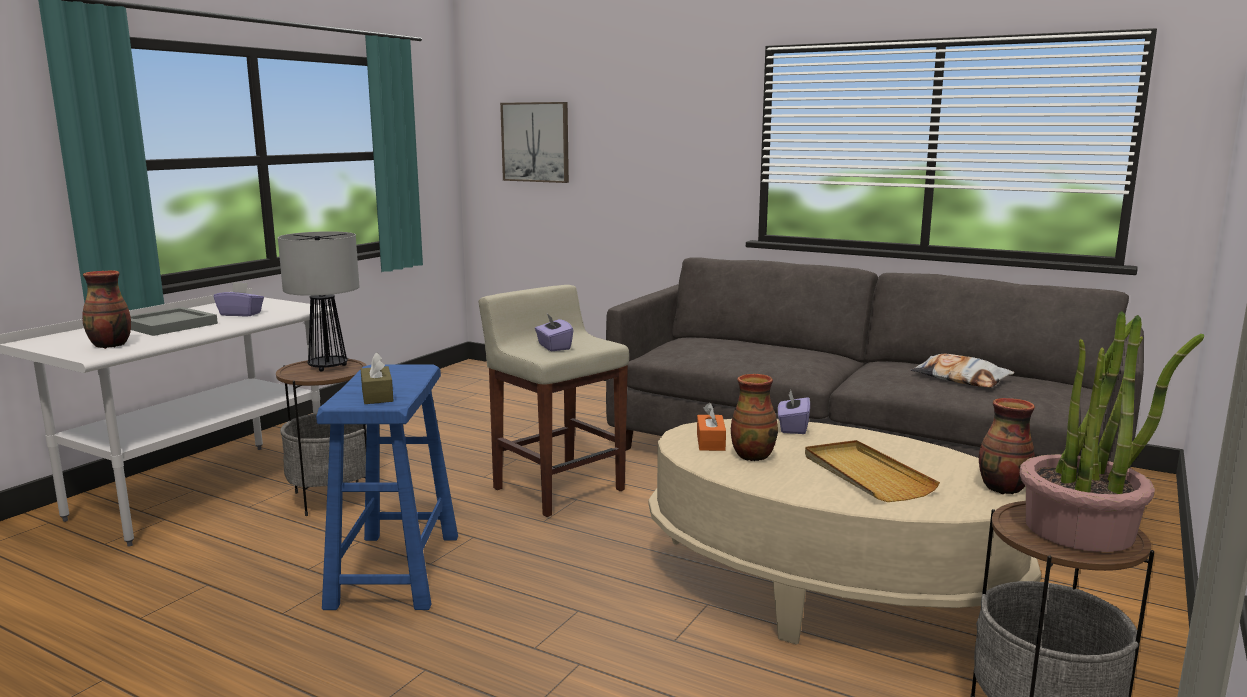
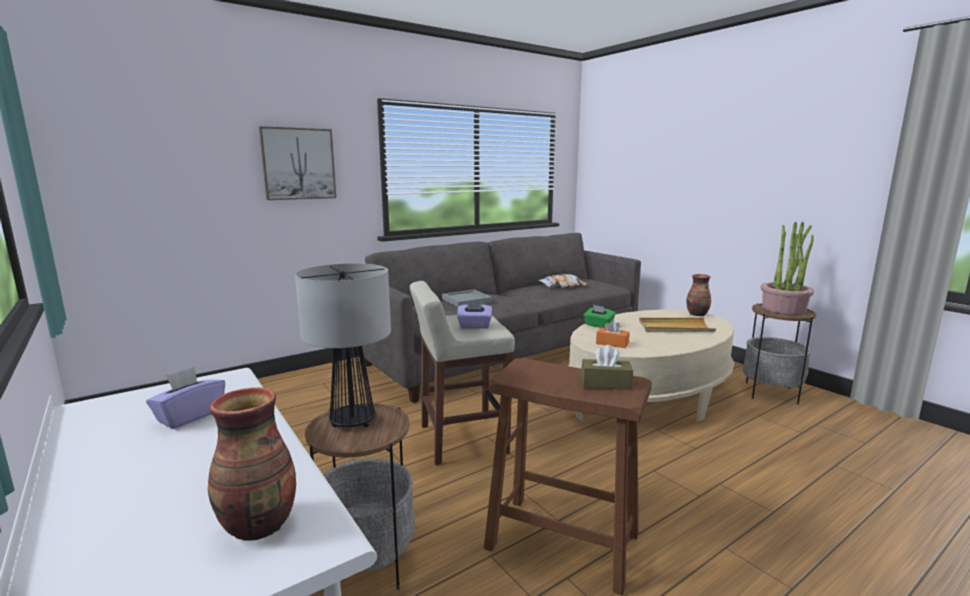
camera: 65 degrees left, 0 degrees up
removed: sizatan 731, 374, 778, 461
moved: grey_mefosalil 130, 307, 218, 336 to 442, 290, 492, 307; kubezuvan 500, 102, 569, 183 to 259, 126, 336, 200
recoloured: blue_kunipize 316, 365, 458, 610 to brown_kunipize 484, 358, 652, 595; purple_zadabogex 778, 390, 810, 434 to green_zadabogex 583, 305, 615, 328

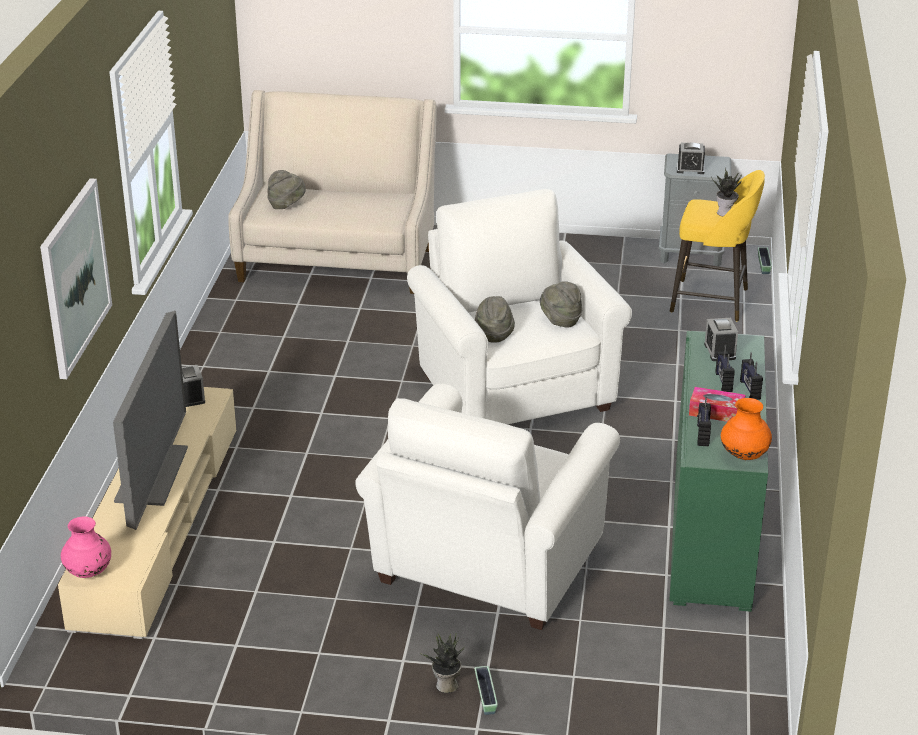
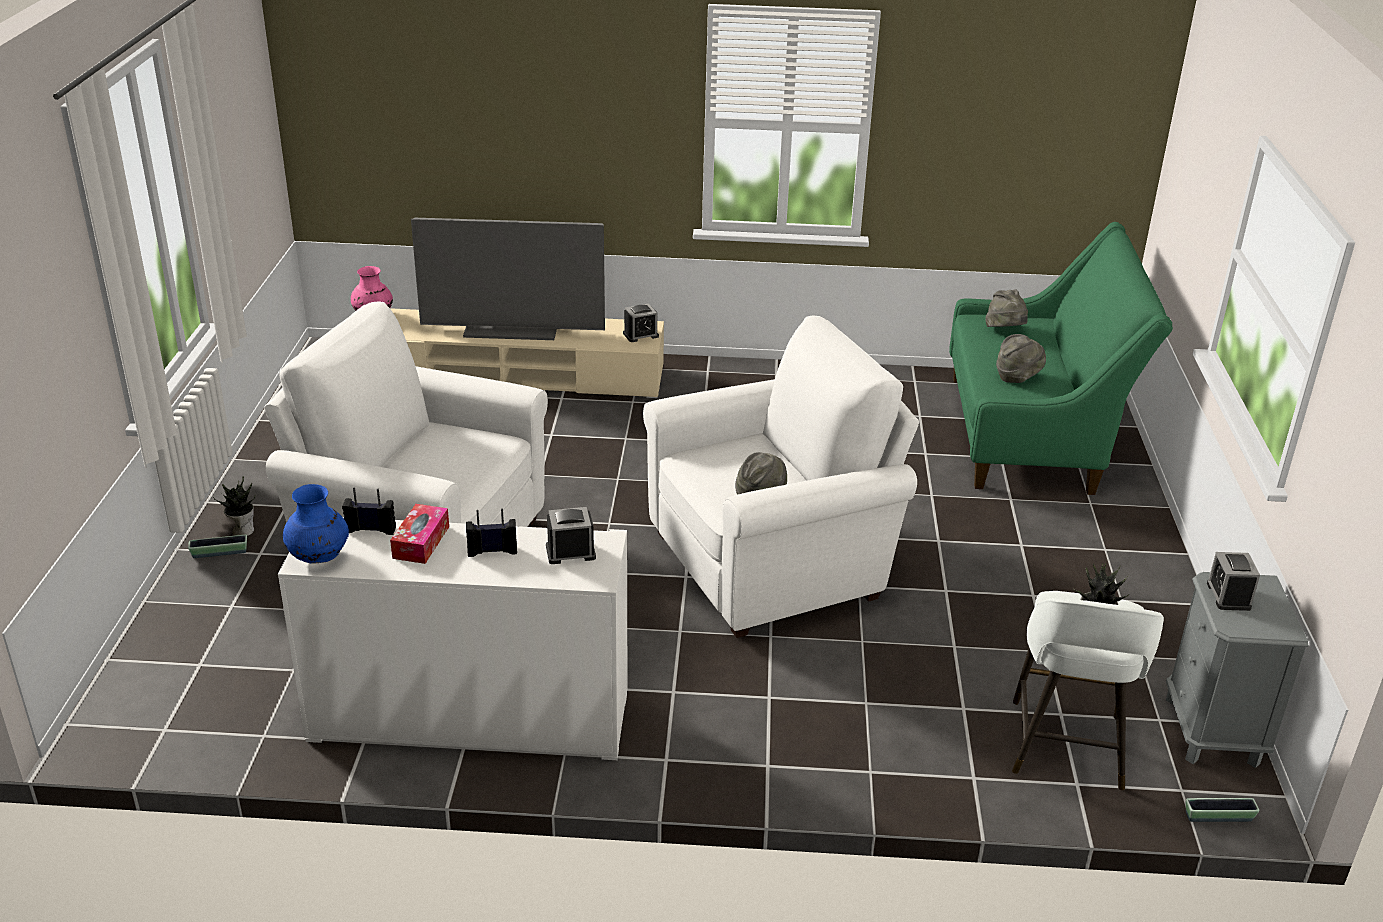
camera: 85 degrees right, 0 degrees up
removed: kubezuvan 40, 178, 112, 379; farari 740, 352, 763, 400
moved: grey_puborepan 475, 296, 515, 343 to 996, 334, 1046, 383
recoloured: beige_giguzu 228, 90, 437, 294 to green_giguzu 949, 222, 1173, 495; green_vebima 669, 331, 768, 612 to white_vebima 278, 517, 627, 760; yellow_kunipize 670, 170, 765, 321 to white_kunipize 1012, 591, 1164, 790; orange_sizatan 721, 398, 772, 460 to blue_sizatan 283, 484, 349, 564

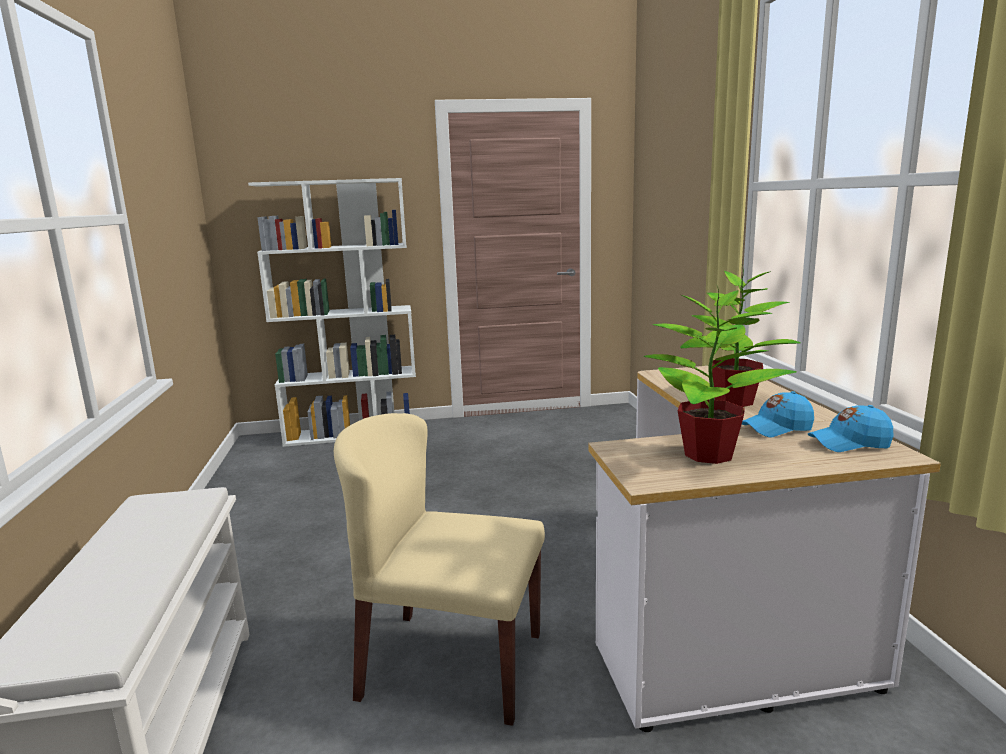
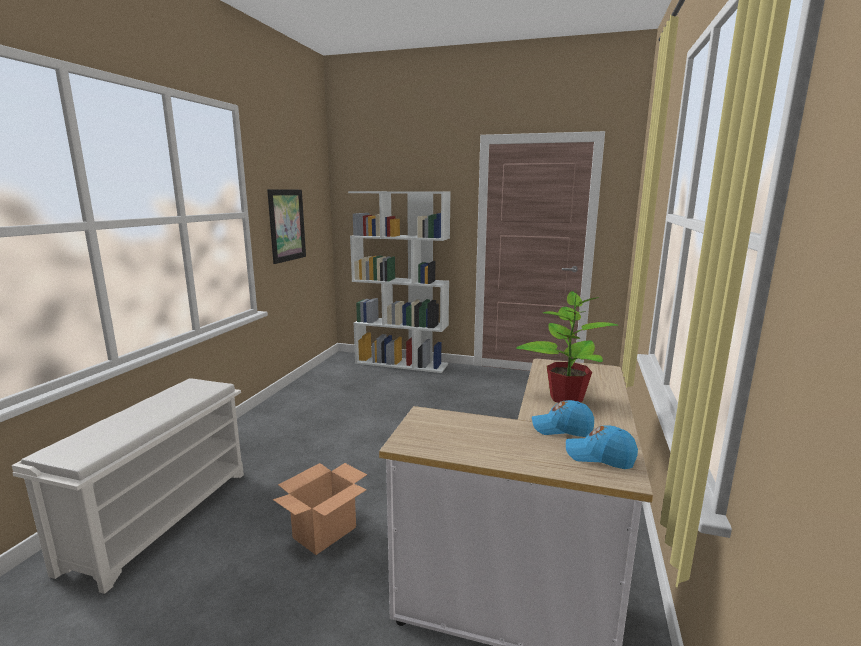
camera: 25 degrees right, 0 degrees up
removed: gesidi 643, 286, 797, 464
added: kubezuvan 267, 189, 306, 264
replaced: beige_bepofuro 334, 413, 545, 726 to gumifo 273, 463, 367, 555

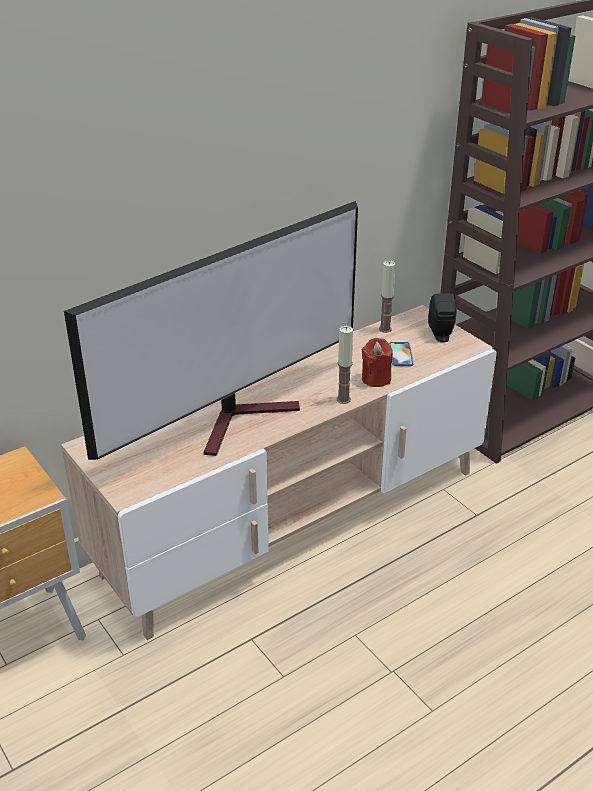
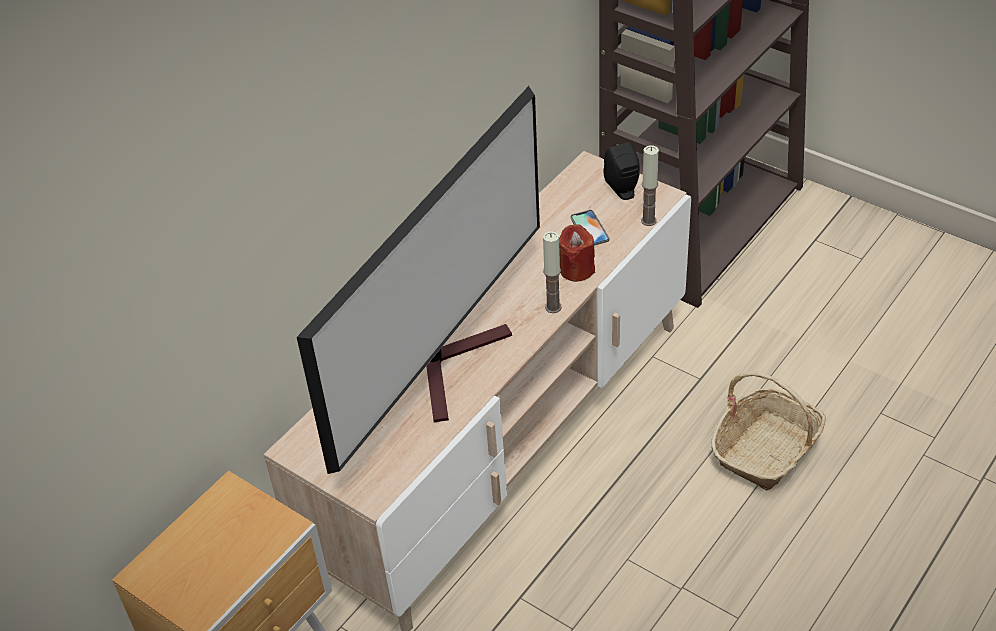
camera: 15 degrees left, 10 degrees up
added: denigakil 711, 371, 826, 490
moved: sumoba 379, 261, 396, 333 to 641, 145, 659, 226

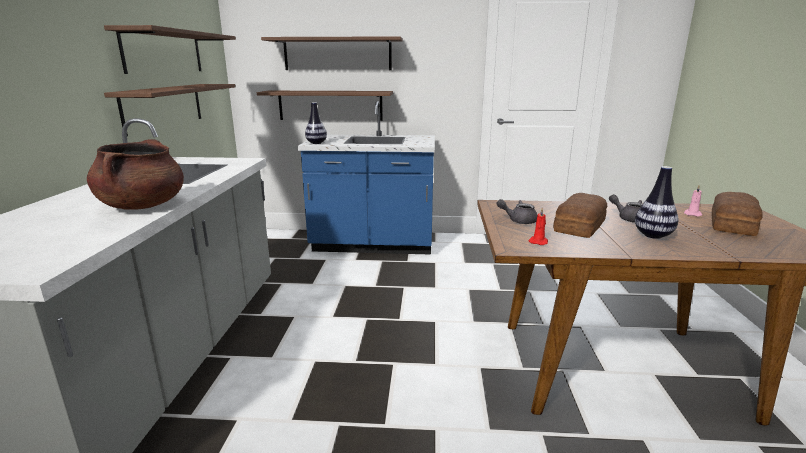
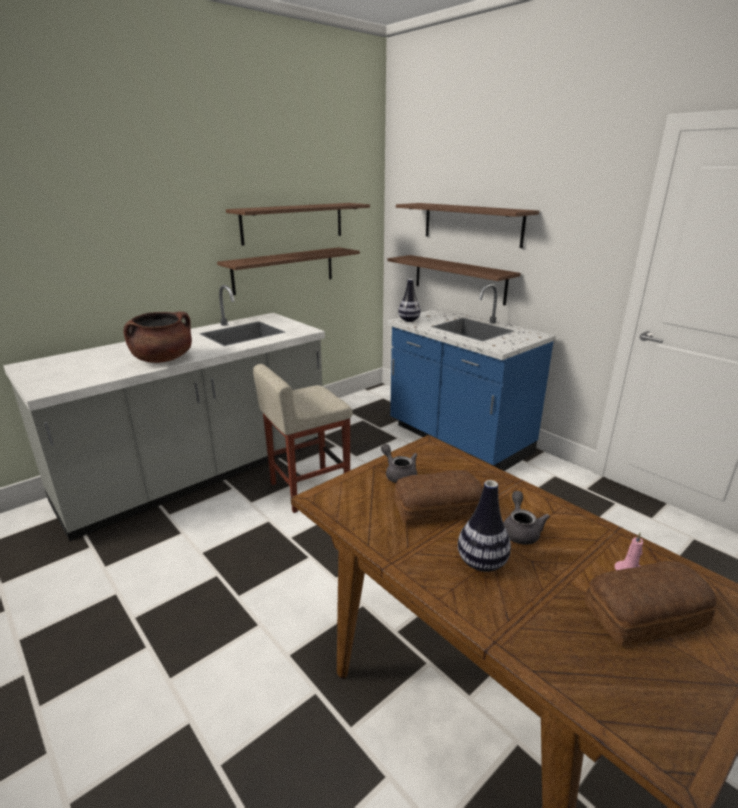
camera: 45 degrees right, 5 degrees up
removed: red_sumoba 529, 207, 548, 245
added: beige_kunipize 253, 364, 353, 513

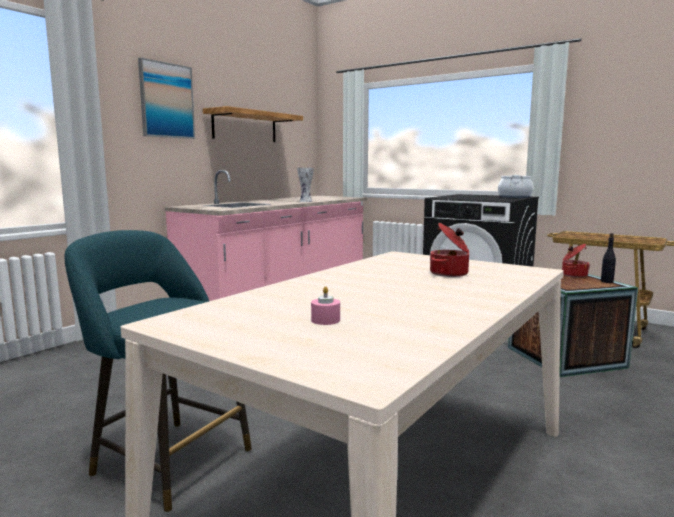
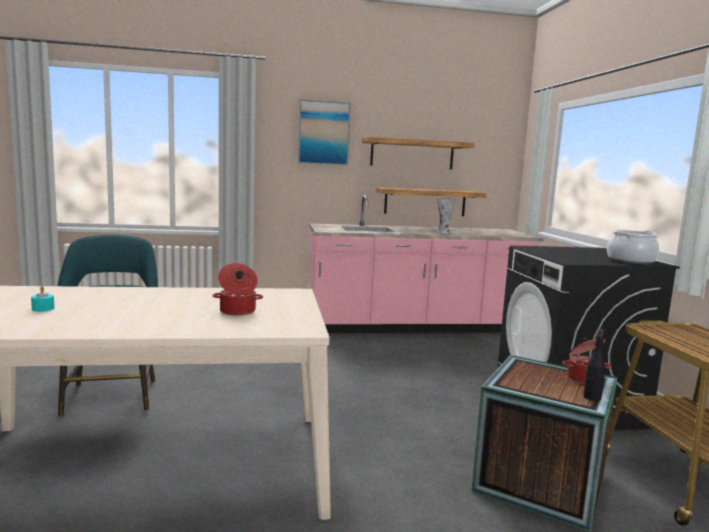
camera: 45 degrees right, 0 degrees up
added: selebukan 376, 187, 487, 216
recoloured: pink_sumoba 311, 286, 340, 325 to turquoise_sumoba 31, 286, 54, 312

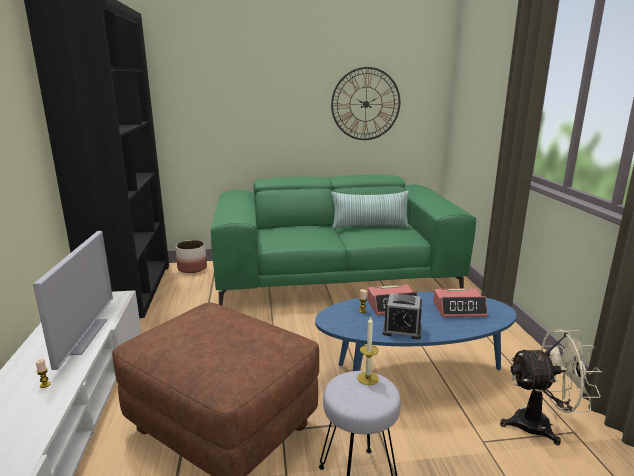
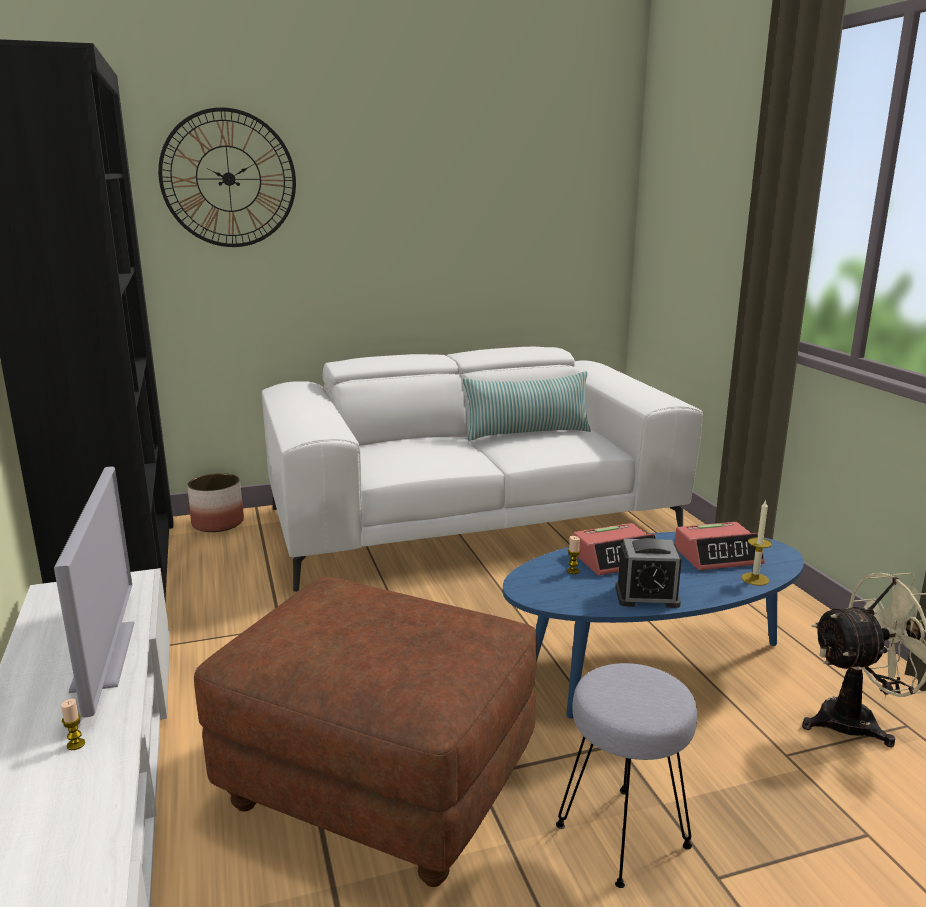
camera: 10 degrees left, 0 degrees up
moved: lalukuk 331, 67, 400, 140 to 158, 107, 296, 247; sumoba 357, 317, 379, 385 to 741, 500, 772, 586
recoloured: green_giguzu 211, 175, 476, 306 to white_giguzu 262, 347, 703, 592

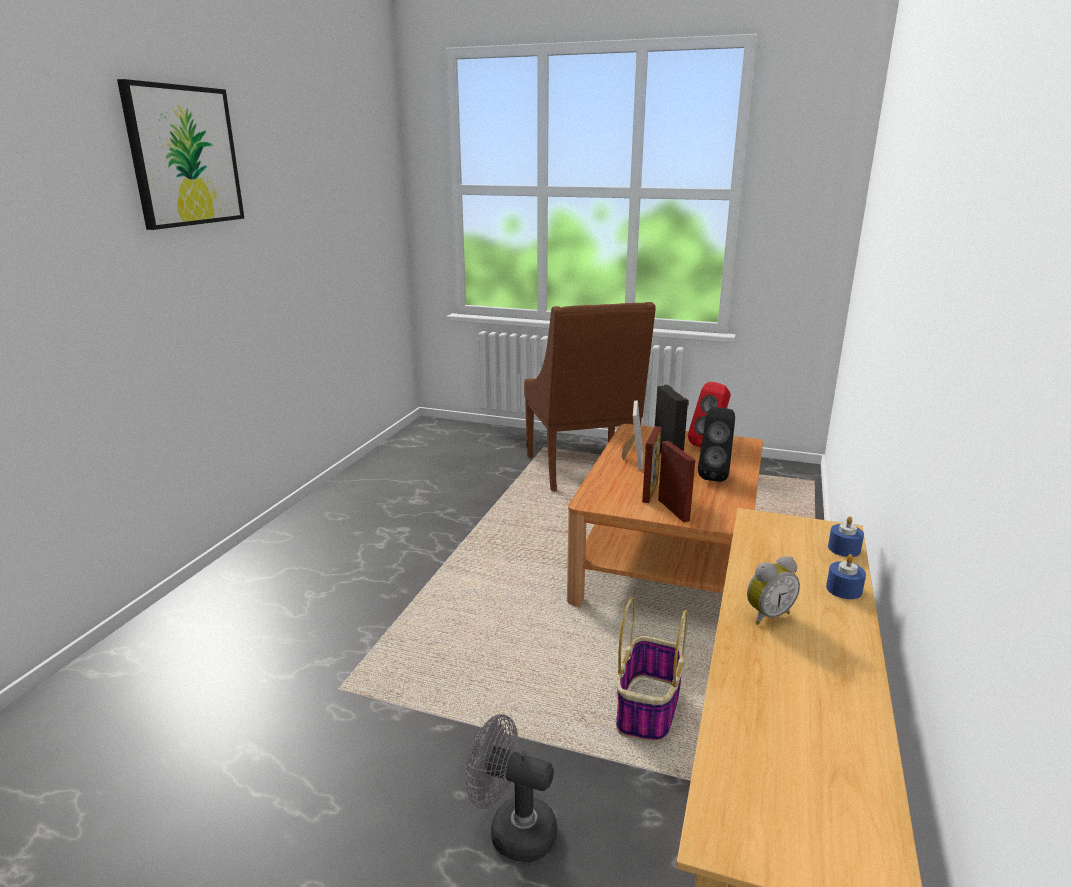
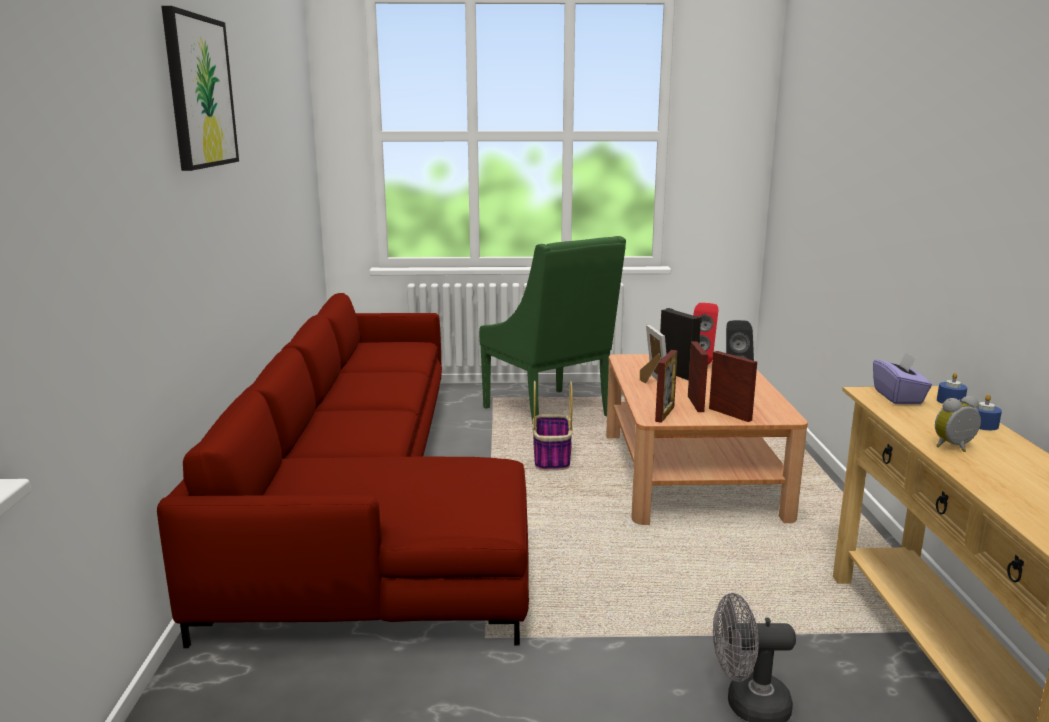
camera: 20 degrees left, 5 degrees down
added: red_giguzu 157, 293, 529, 648; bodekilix 655, 350, 678, 423; purple_zadabogex 873, 351, 932, 404
moved: denigakil 616, 597, 688, 742 to 532, 381, 573, 471
recoloured: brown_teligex 524, 302, 656, 491 to green_teligex 479, 236, 626, 424
turned: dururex 747, 556, 800, 625 = 935, 396, 981, 452 150 degrees counterclockwise

